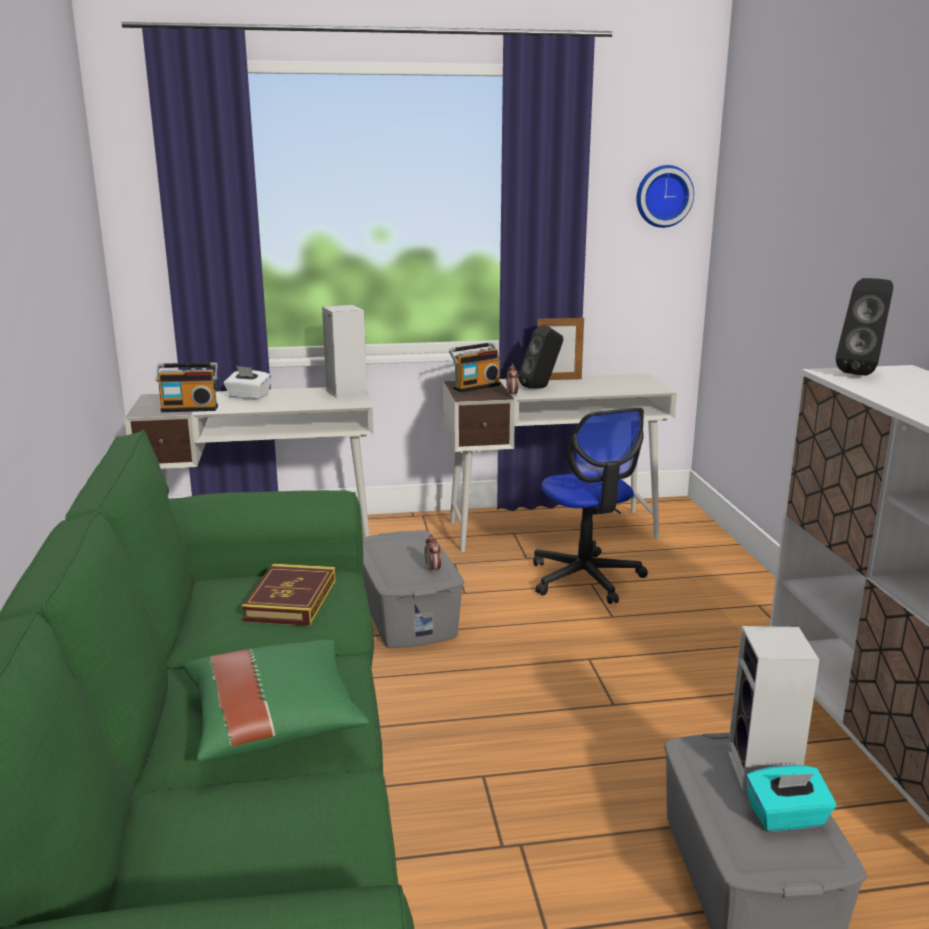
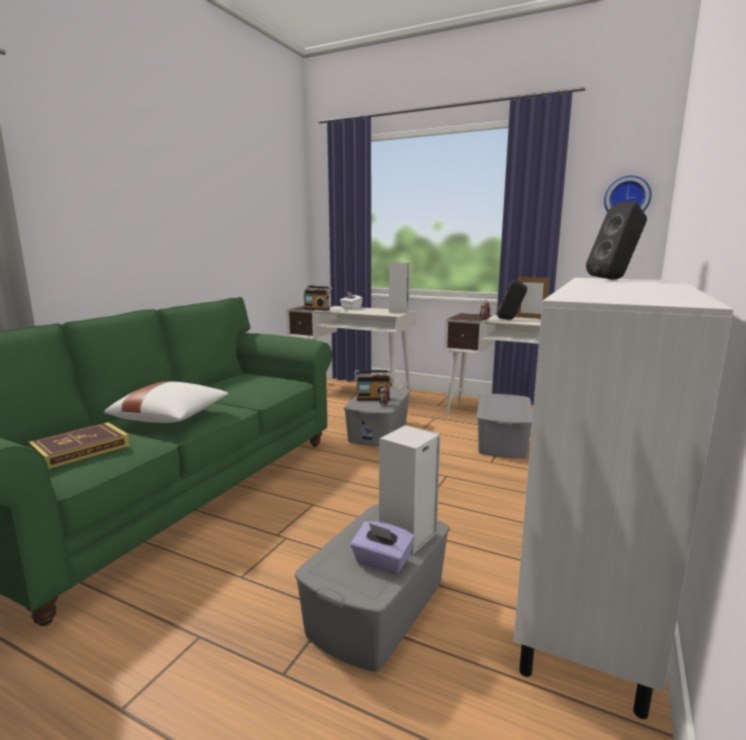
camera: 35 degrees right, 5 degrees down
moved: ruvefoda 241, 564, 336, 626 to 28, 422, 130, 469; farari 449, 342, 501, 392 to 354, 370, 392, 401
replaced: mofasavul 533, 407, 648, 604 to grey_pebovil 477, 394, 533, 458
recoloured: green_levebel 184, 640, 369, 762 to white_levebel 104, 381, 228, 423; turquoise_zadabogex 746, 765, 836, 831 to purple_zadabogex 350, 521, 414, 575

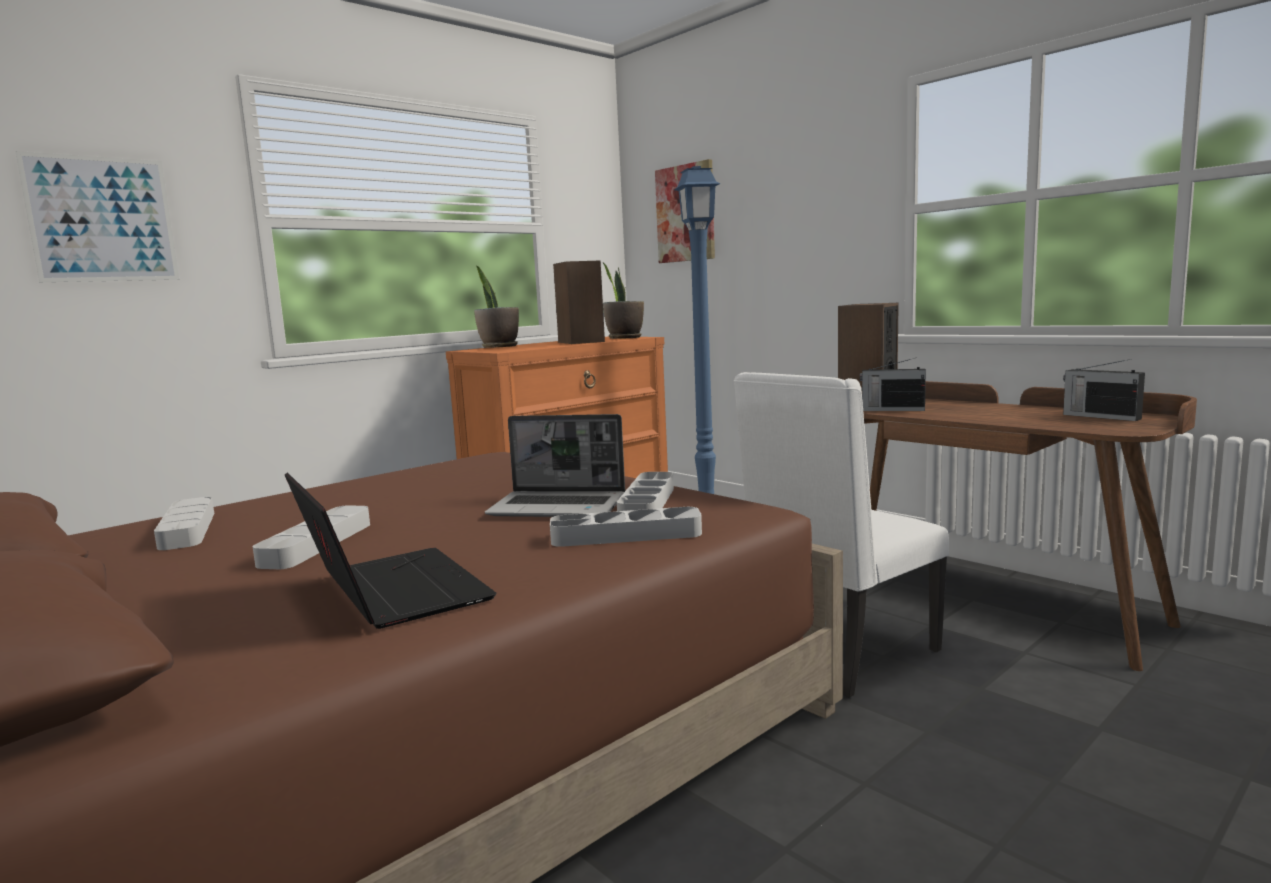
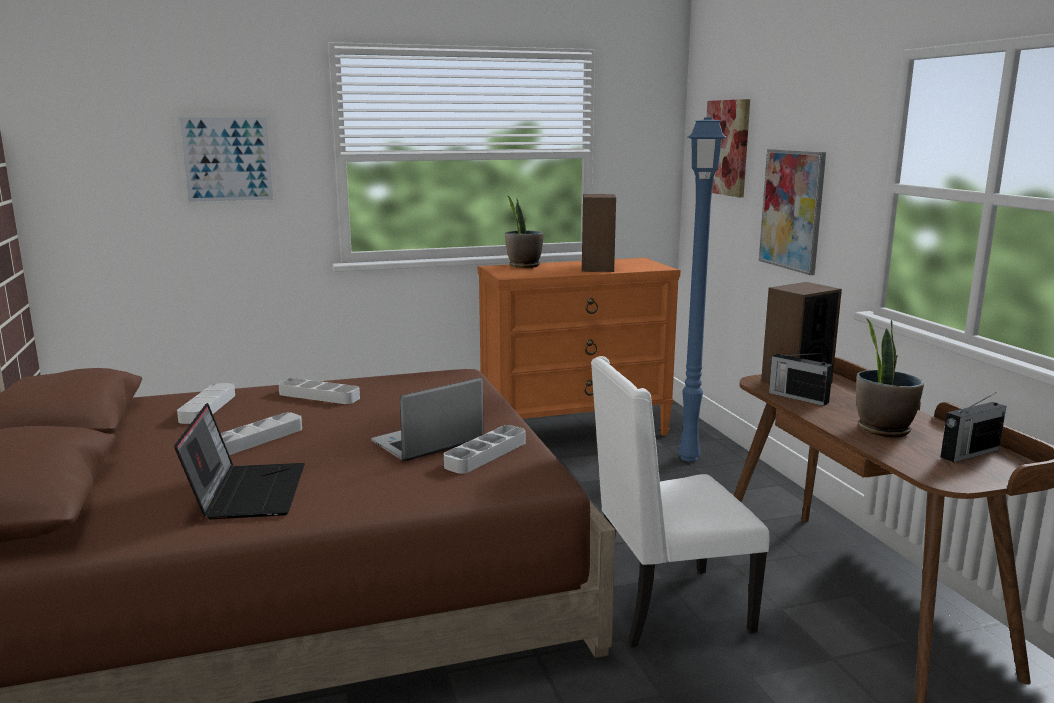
camera: 25 degrees right, 5 degrees up
added: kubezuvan 759, 149, 826, 275
moved: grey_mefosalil 550, 507, 702, 547 to 278, 378, 360, 404; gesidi 602, 262, 644, 339 to 856, 318, 924, 438
turned: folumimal 485, 414, 625, 517 = 371, 378, 484, 461 105 degrees clockwise; farari 1063, 359, 1145, 421 = 941, 393, 1006, 462 105 degrees counterclockwise

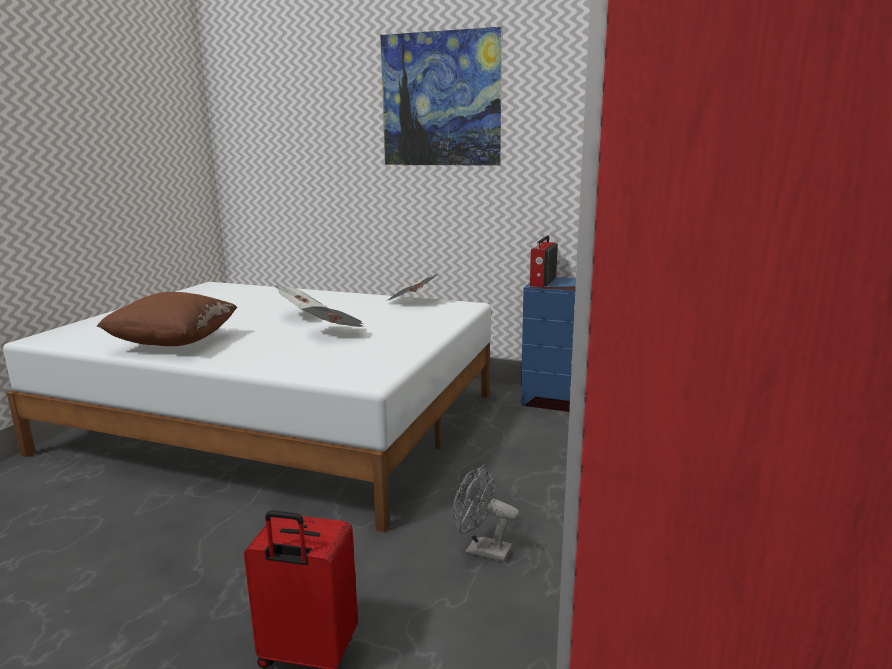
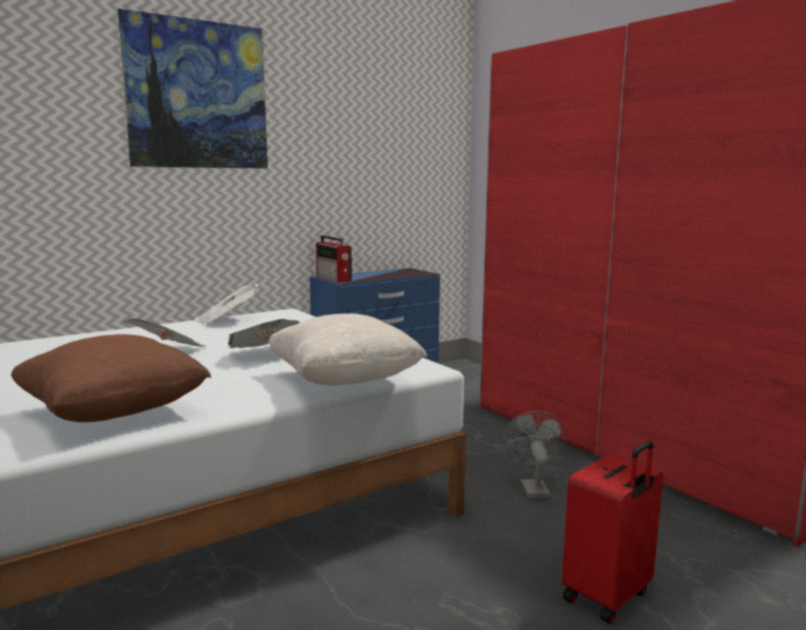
camera: 55 degrees left, 5 degrees down
added: beige_levebel 268, 314, 427, 386
turned: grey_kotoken 453, 465, 520, 562 = 503, 411, 565, 498 120 degrees clockwise

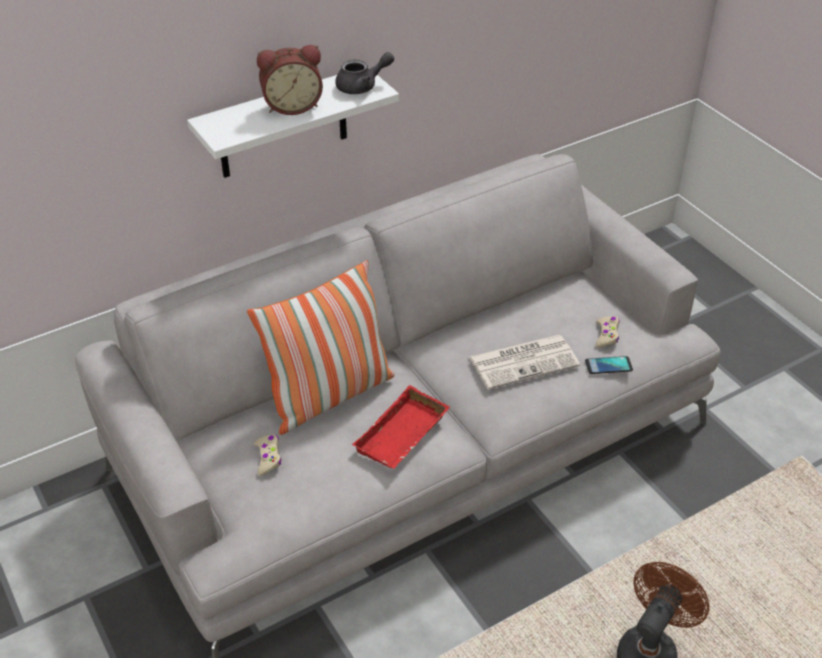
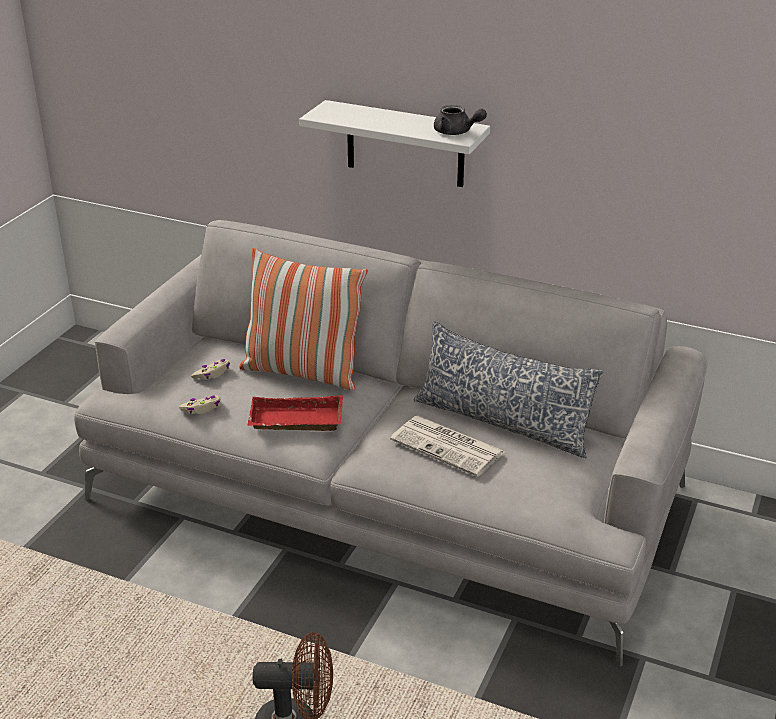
camera: 55 degrees right, 10 degrees down
removed: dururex 257, 45, 323, 115; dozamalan 585, 356, 633, 374
added: levebel 414, 322, 604, 458
moved: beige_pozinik 596, 316, 620, 348 to 179, 395, 221, 414

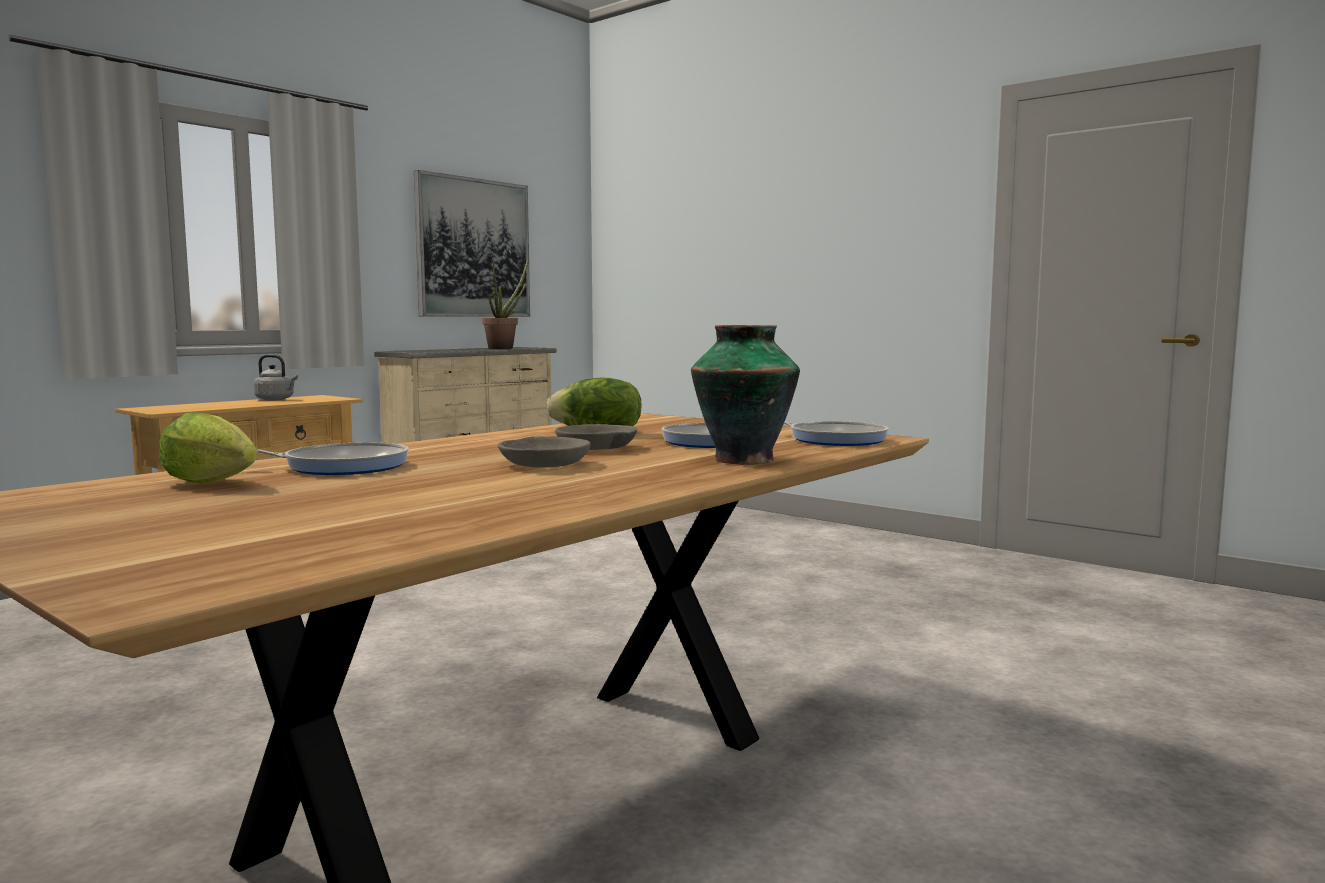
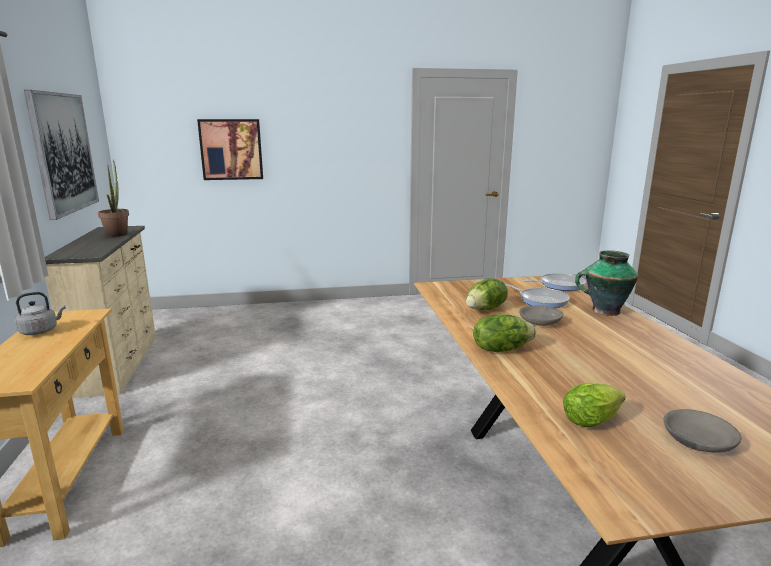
camera: 50 degrees left, 10 degrees up
removed: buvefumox 258, 442, 409, 475
added: kubezuvan 197, 119, 263, 180; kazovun 473, 314, 536, 352
moved: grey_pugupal 498, 436, 591, 467 to 663, 409, 741, 453

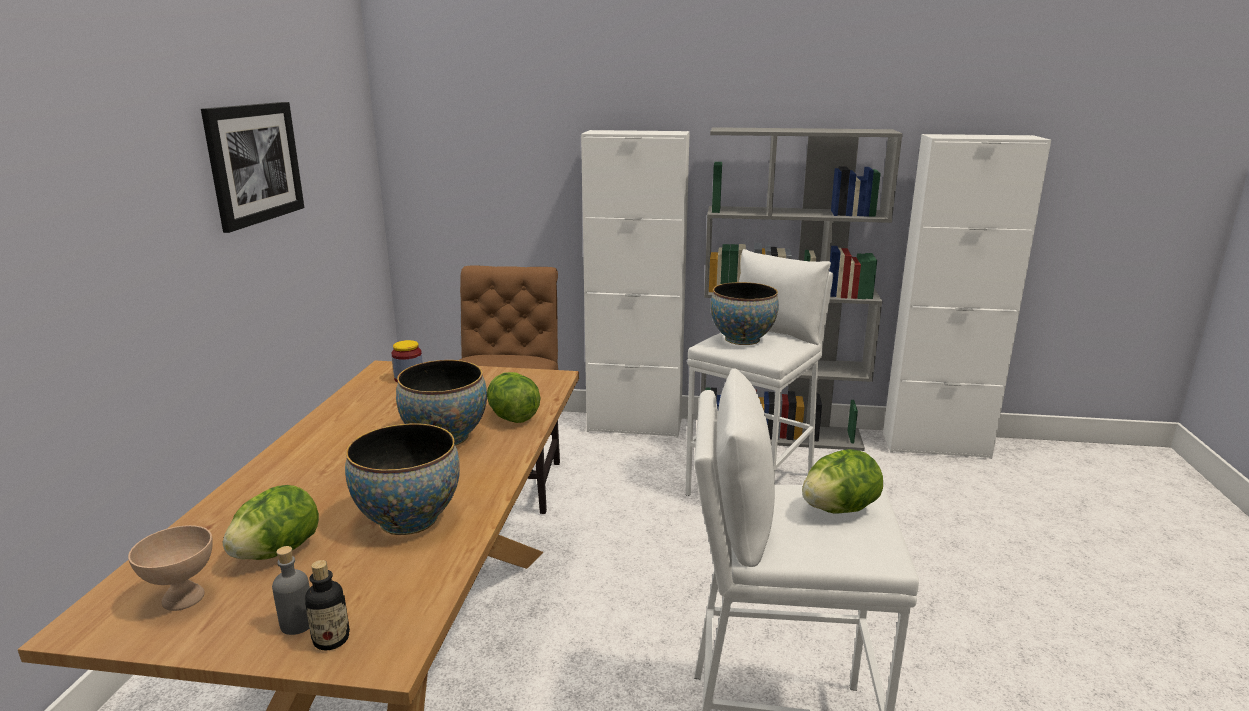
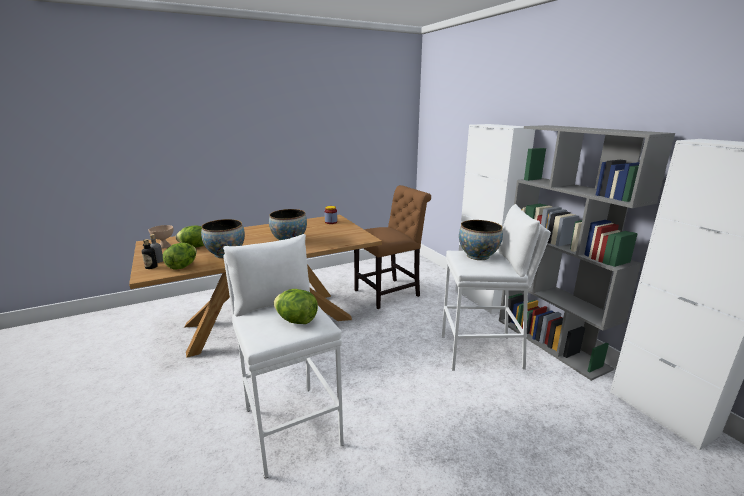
camera: 55 degrees right, 0 degrees up
removed: kubezuvan 201, 102, 304, 233
moved: kazovun 487, 372, 541, 423 to 163, 243, 197, 270

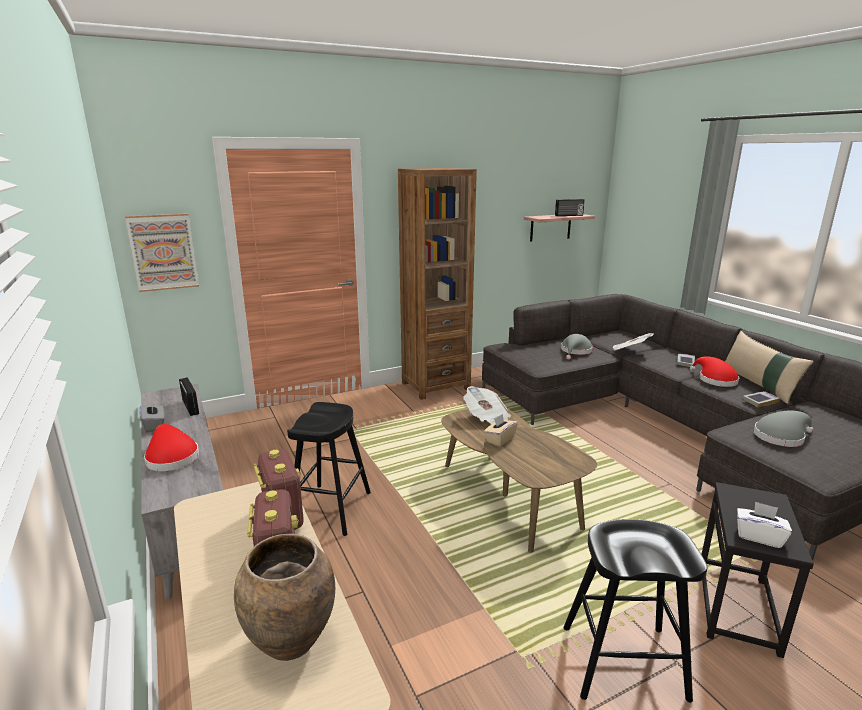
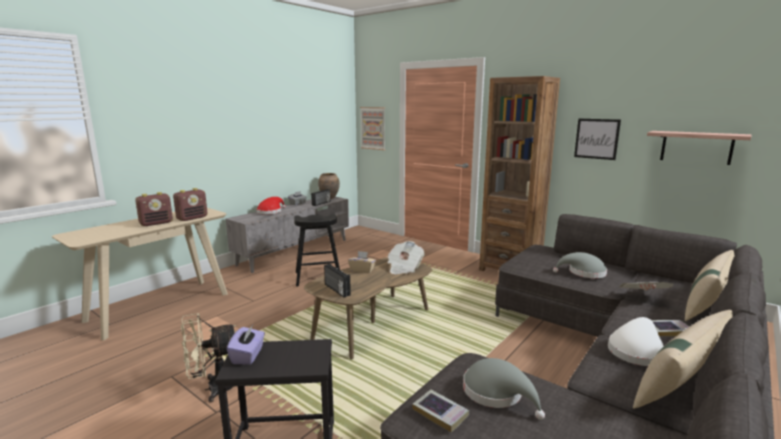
camera: 65 degrees right, 5 degrees down
added: kubezuvan 574, 119, 621, 160; beige_levebel 685, 250, 735, 321
moved: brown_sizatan 234, 534, 335, 661 to 318, 173, 340, 199; farari 555, 199, 585, 216 to 324, 264, 351, 297; ruvefoda 742, 391, 780, 407 to 412, 390, 469, 433
replaced: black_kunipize 564, 519, 707, 703 to beige_kotoken 181, 313, 236, 403
recoloured: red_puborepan 690, 356, 739, 387 to white_puborepan 608, 317, 664, 366; white_zadabogex 737, 501, 792, 548 to purple_zadabogex 227, 325, 265, 365

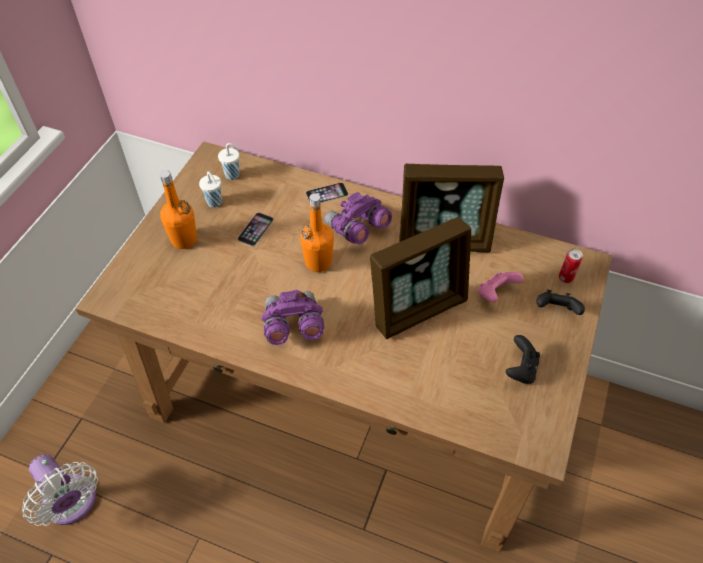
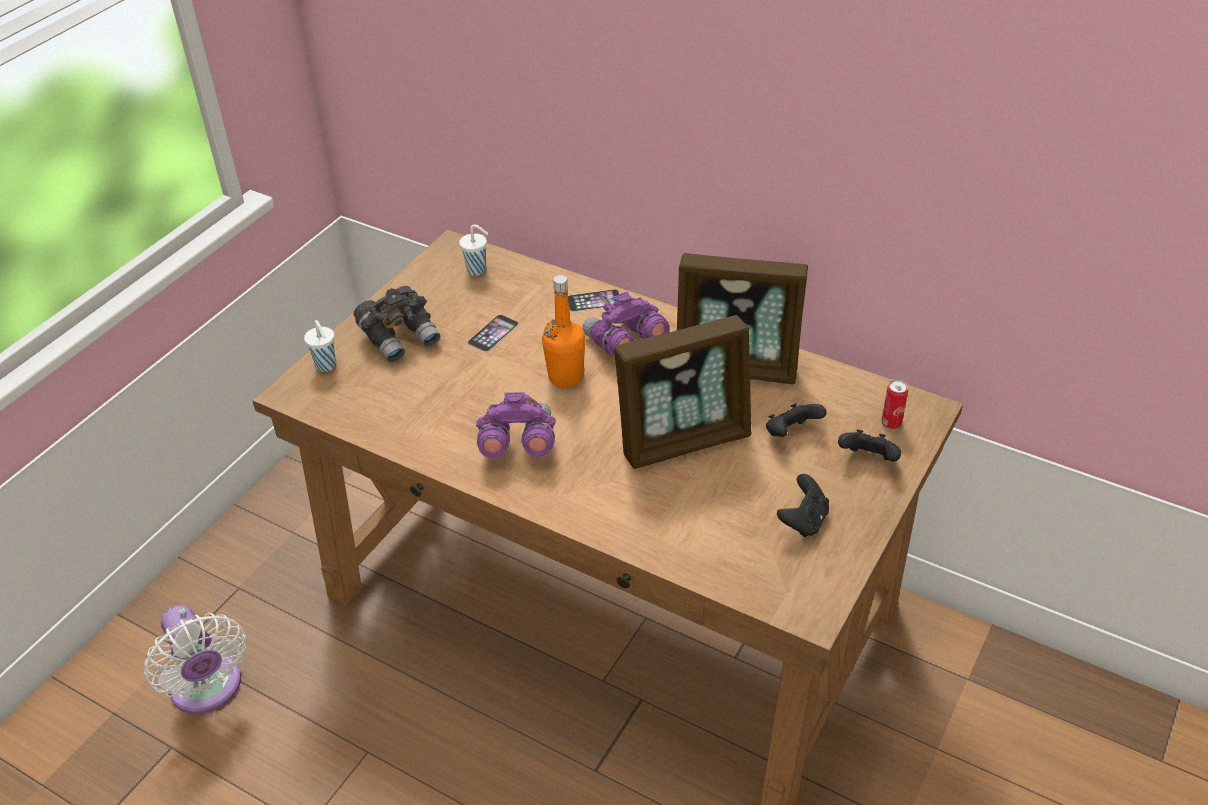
camera: 10 degrees right, 10 degrees down
moved: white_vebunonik 199, 171, 222, 207 to 304, 320, 336, 372
replaced: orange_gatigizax 160, 170, 197, 249 to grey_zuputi 354, 286, 441, 362
recoloured: pink_pozinik 478, 272, 523, 302 to black_pozinik 766, 403, 827, 437

